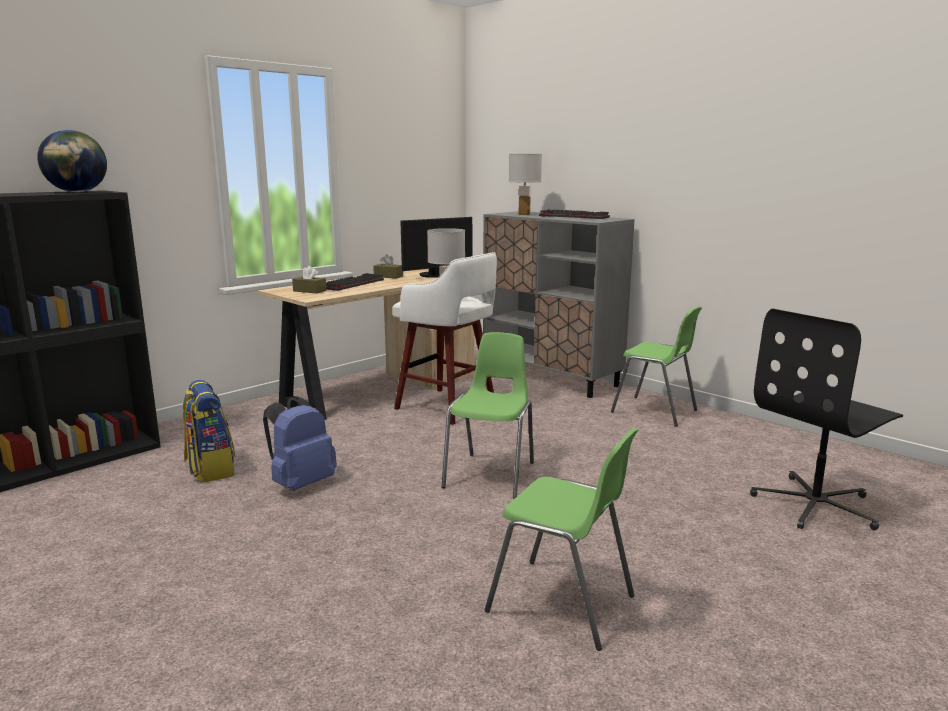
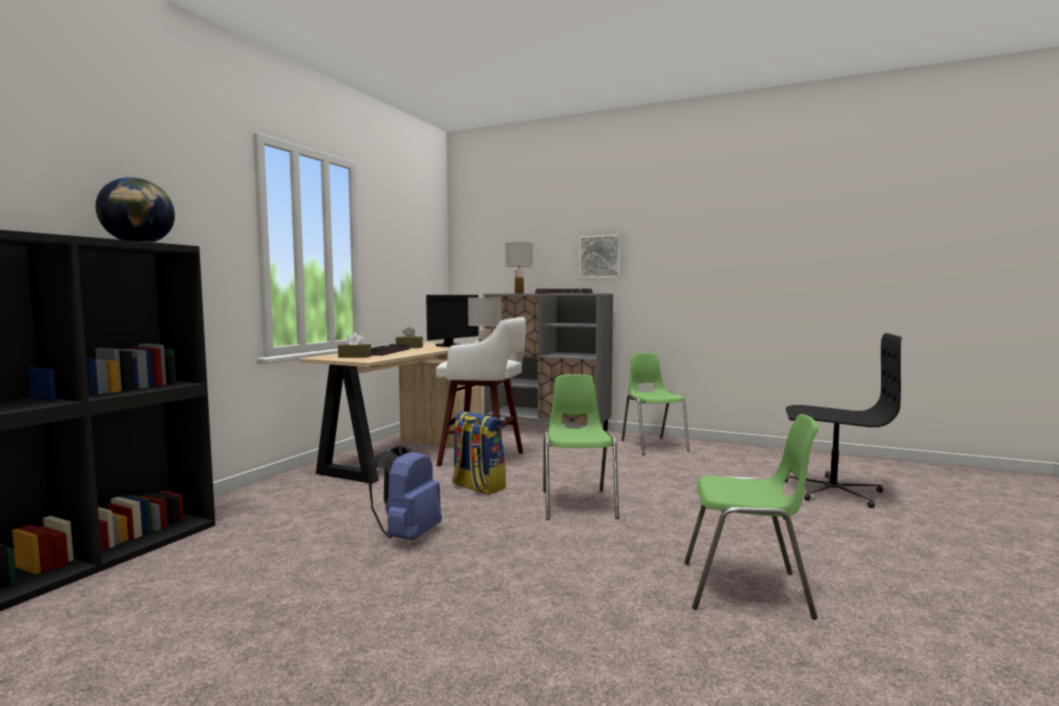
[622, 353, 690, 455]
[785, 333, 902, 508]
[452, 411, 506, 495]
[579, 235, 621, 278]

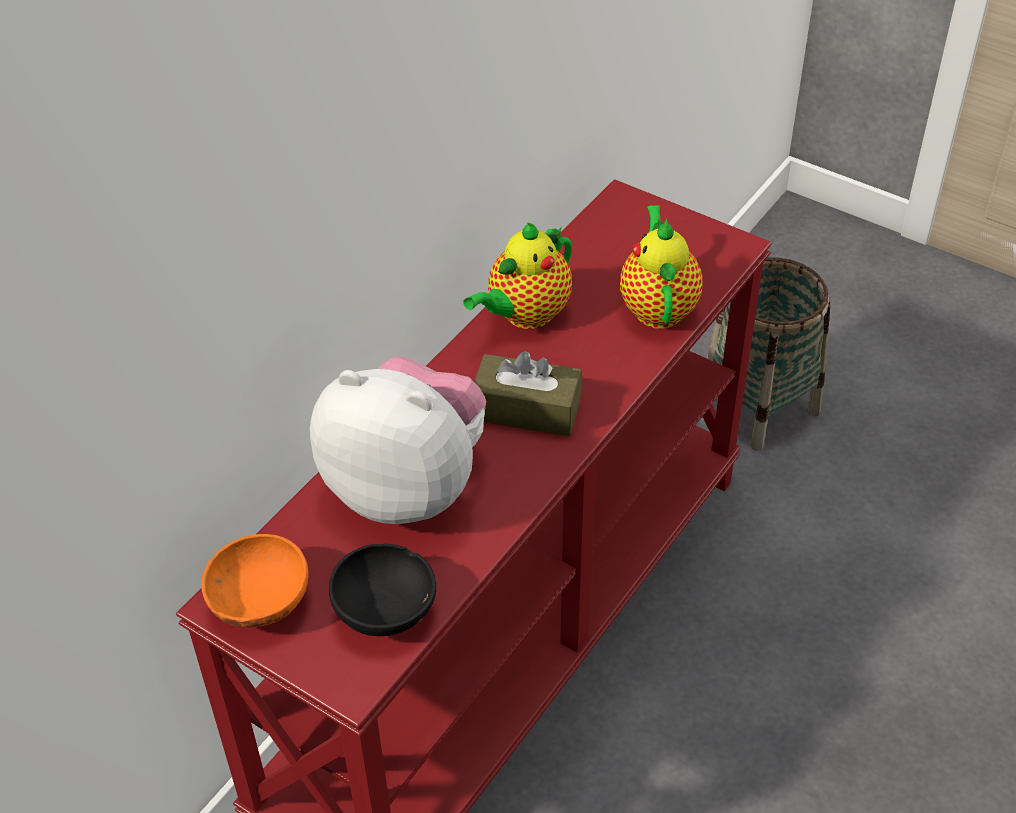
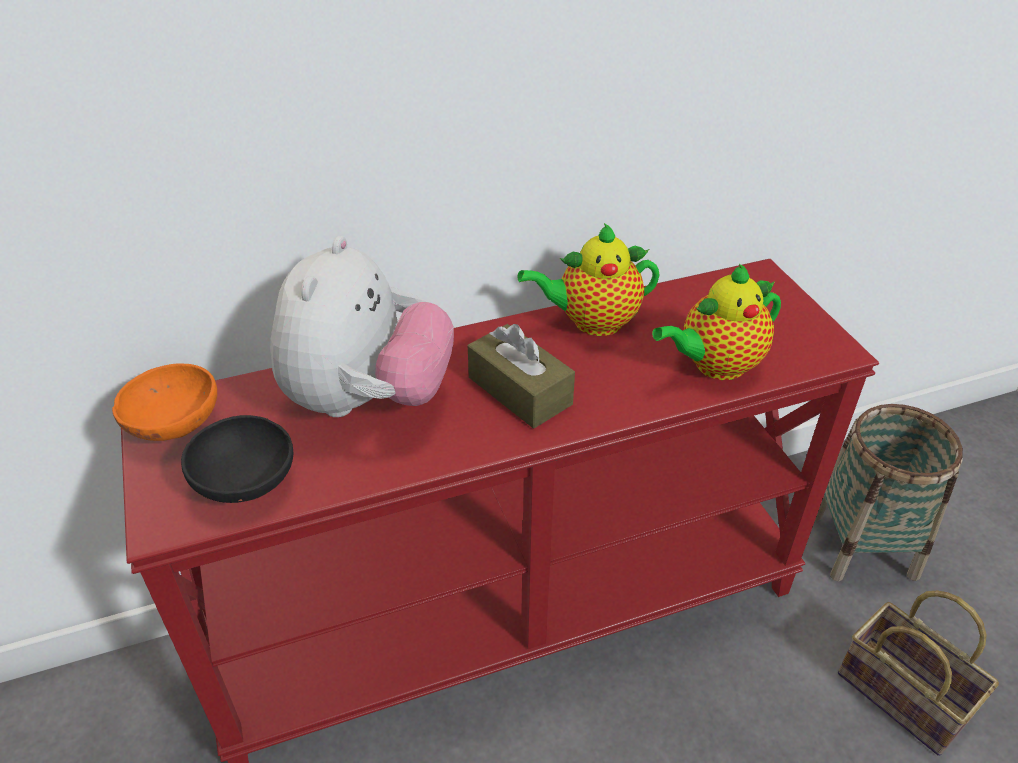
[652, 264, 781, 380]
[270, 236, 454, 417]
[838, 591, 999, 756]

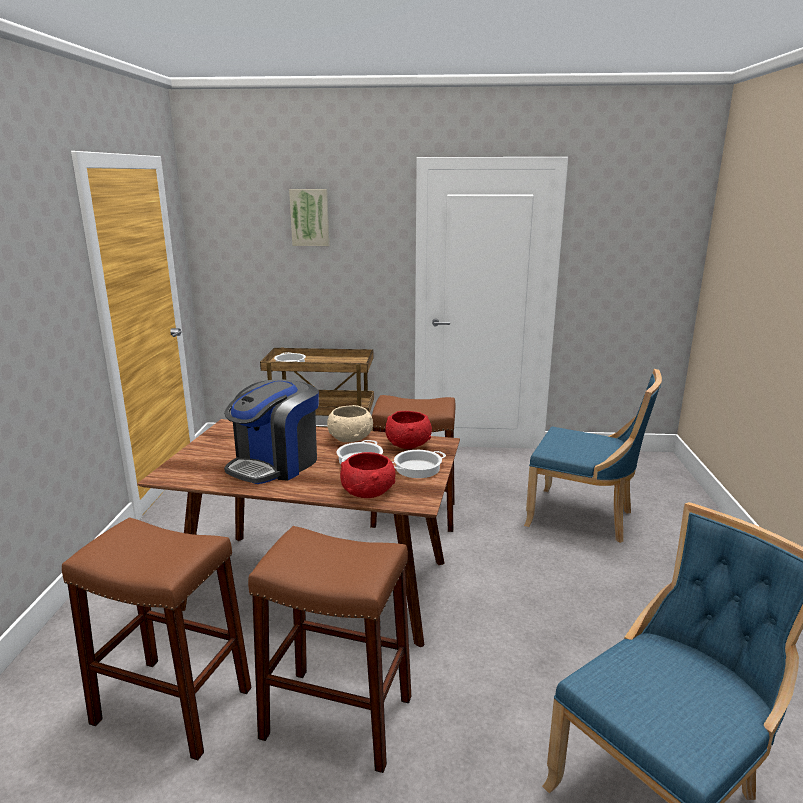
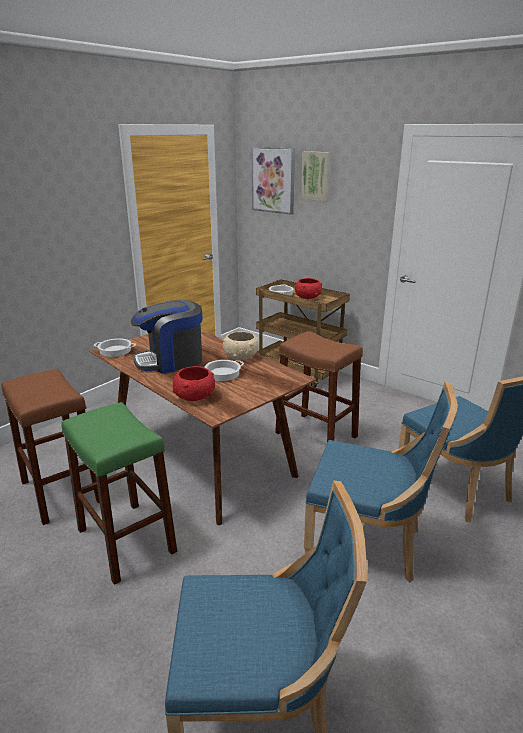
[295, 278, 322, 299]
[94, 338, 136, 357]
[61, 402, 177, 585]
[252, 147, 295, 215]
[304, 382, 458, 582]

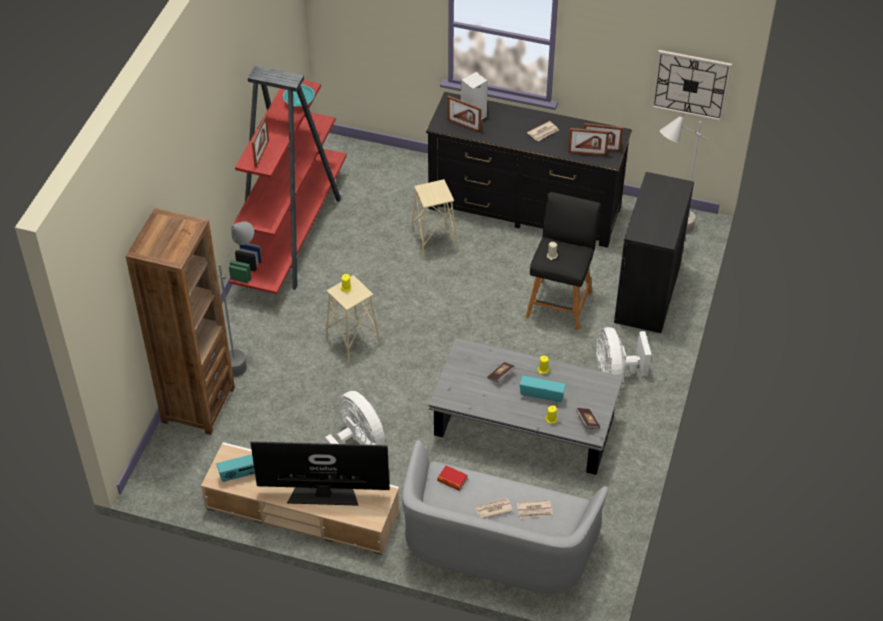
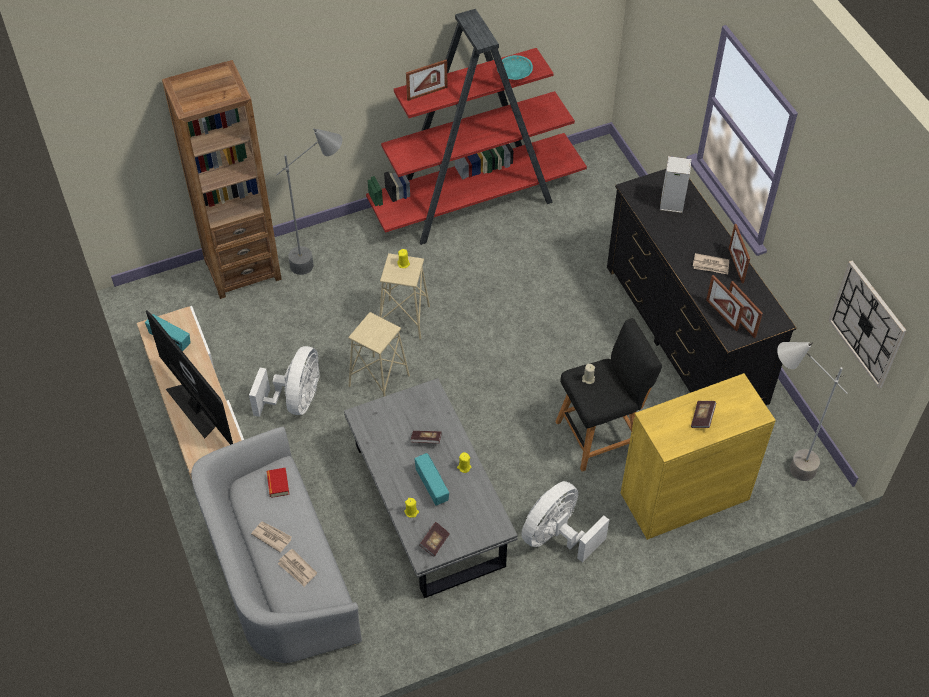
[729, 224, 750, 283]
[621, 373, 776, 540]
[348, 312, 410, 397]
[691, 401, 716, 428]

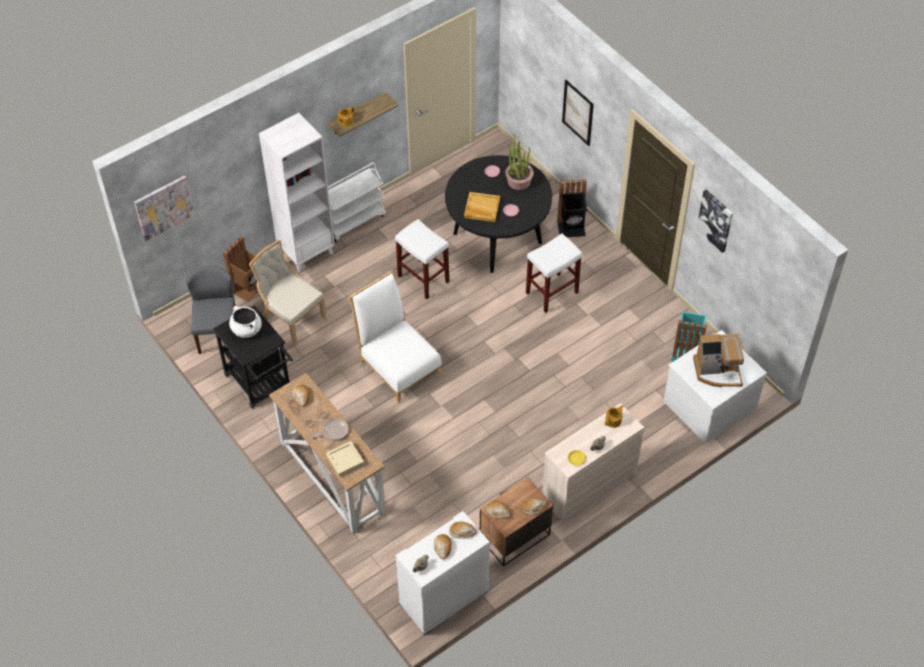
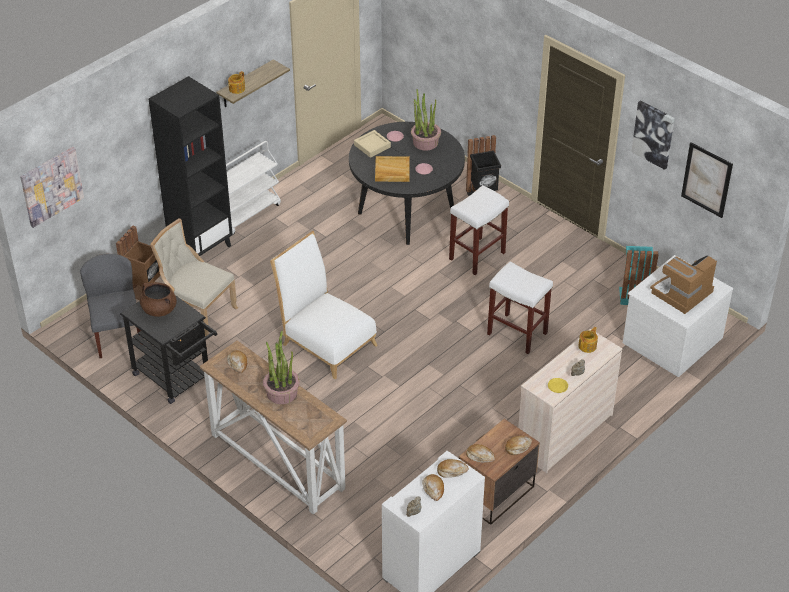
[681, 143, 733, 218]
[149, 76, 233, 256]
[487, 262, 553, 354]
[140, 283, 177, 317]
[650, 255, 717, 314]
[263, 331, 300, 404]
[354, 130, 391, 158]

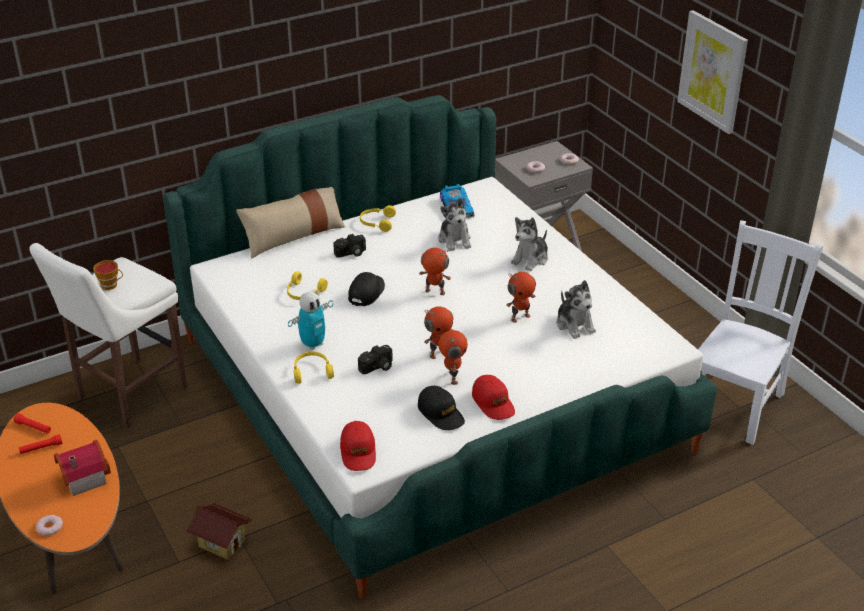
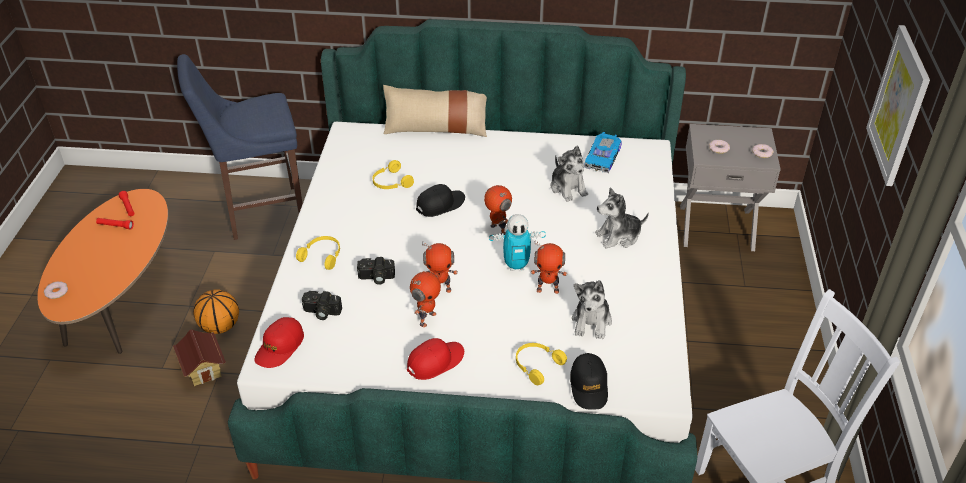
[551, 146, 588, 202]
[516, 343, 567, 385]
[302, 291, 342, 320]
[177, 54, 303, 240]
[93, 260, 123, 290] (first image)
[489, 214, 546, 271]
[407, 338, 464, 380]
[570, 353, 608, 410]
[54, 440, 111, 496] (first image)
[193, 290, 239, 334]

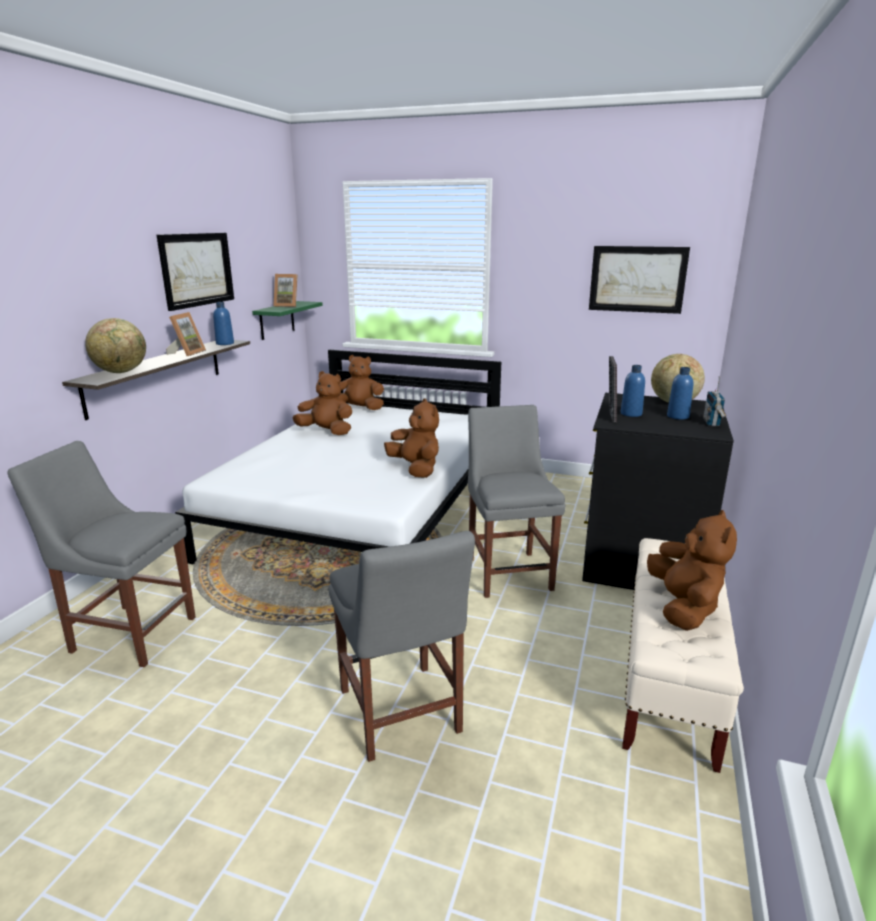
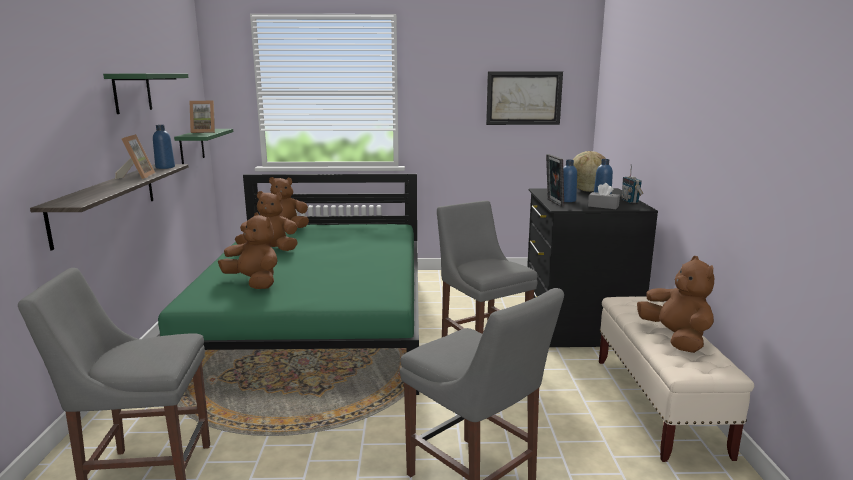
[103, 74, 189, 114]
[85, 318, 146, 373] (first image)
[156, 174, 419, 395]
[218, 212, 278, 289]
[588, 183, 620, 209]

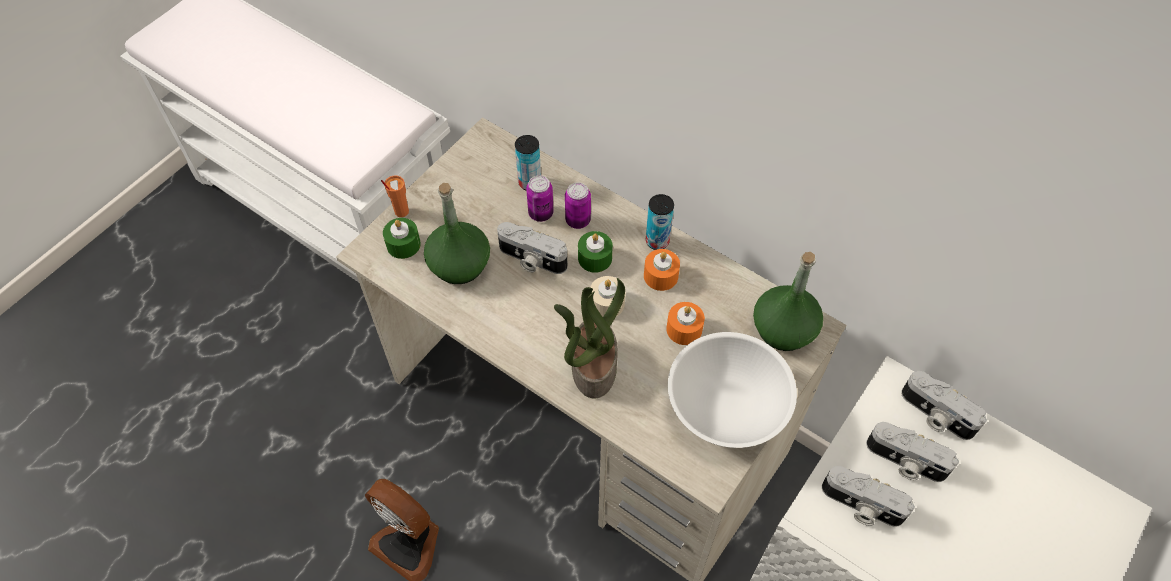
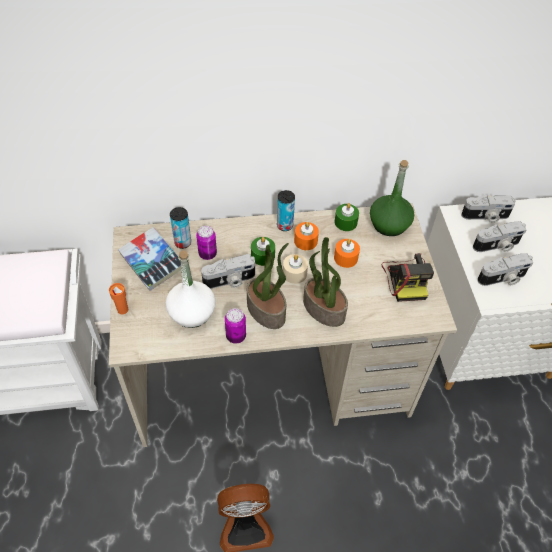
[225, 308, 246, 344]
[165, 250, 216, 328]
[334, 203, 359, 231]
[382, 253, 434, 302]
[118, 227, 181, 291]
[247, 243, 289, 329]

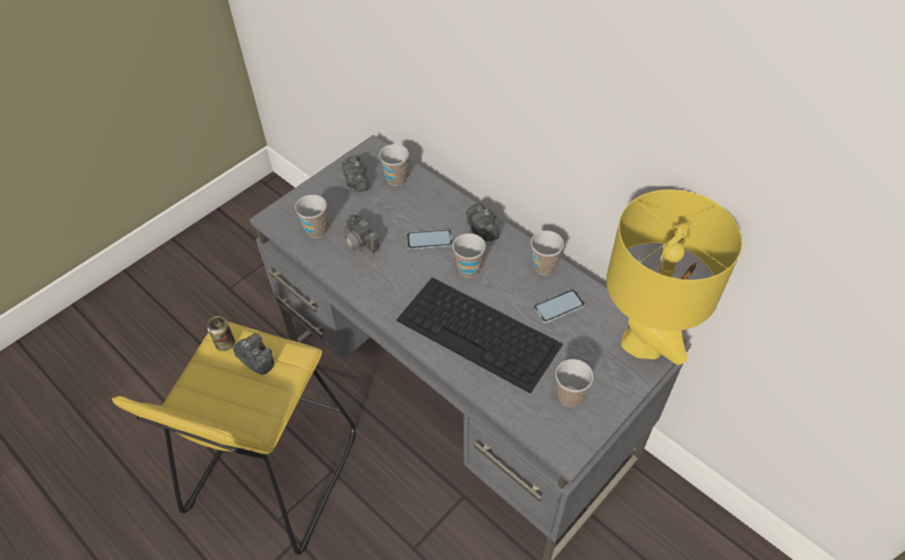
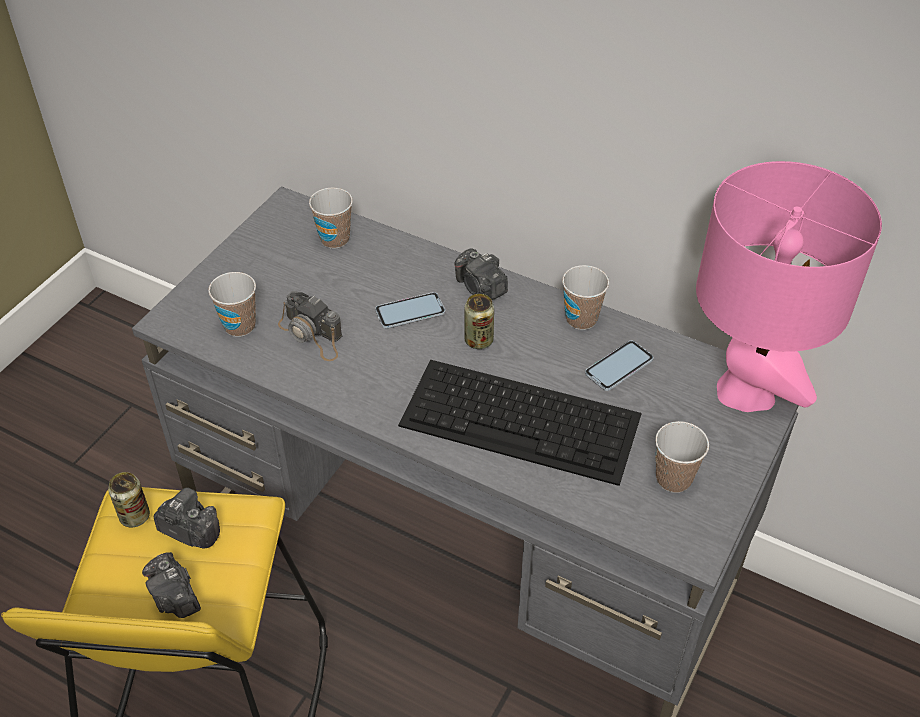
[142, 552, 201, 618]
[696, 161, 882, 412]
[465, 294, 494, 349]

